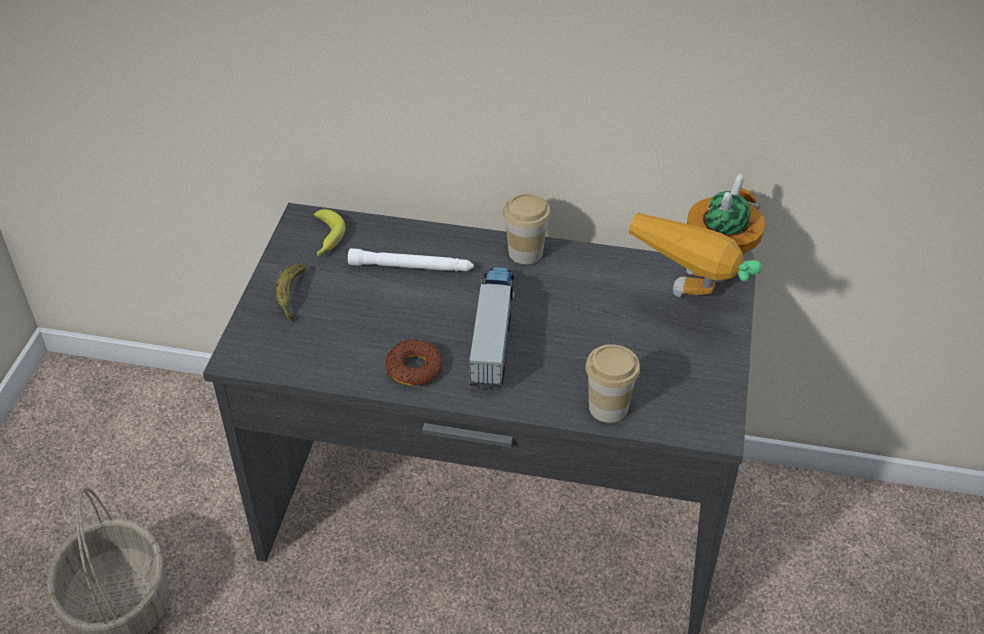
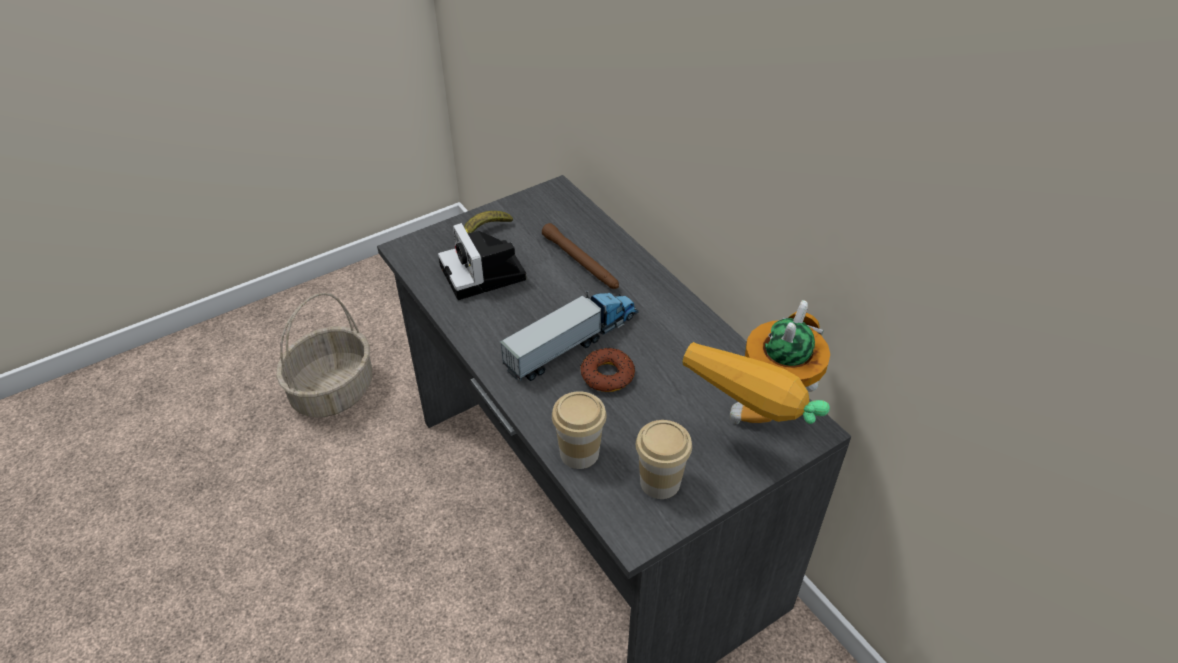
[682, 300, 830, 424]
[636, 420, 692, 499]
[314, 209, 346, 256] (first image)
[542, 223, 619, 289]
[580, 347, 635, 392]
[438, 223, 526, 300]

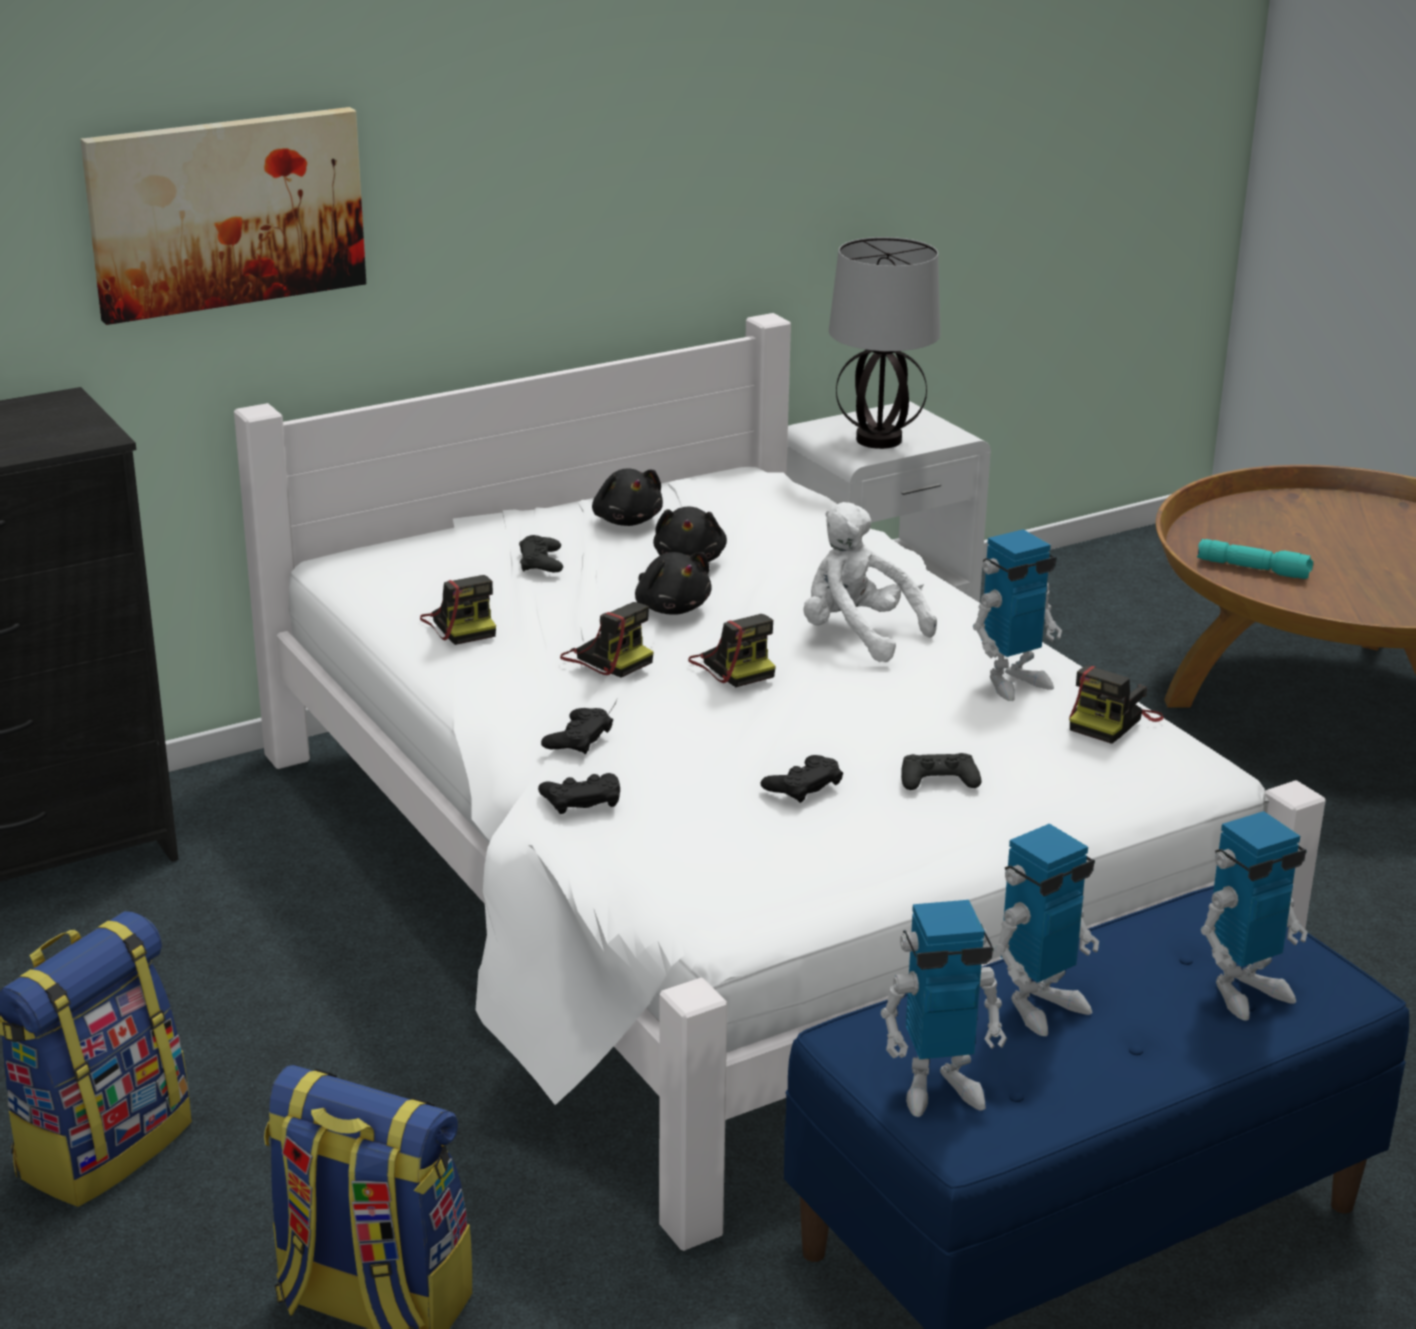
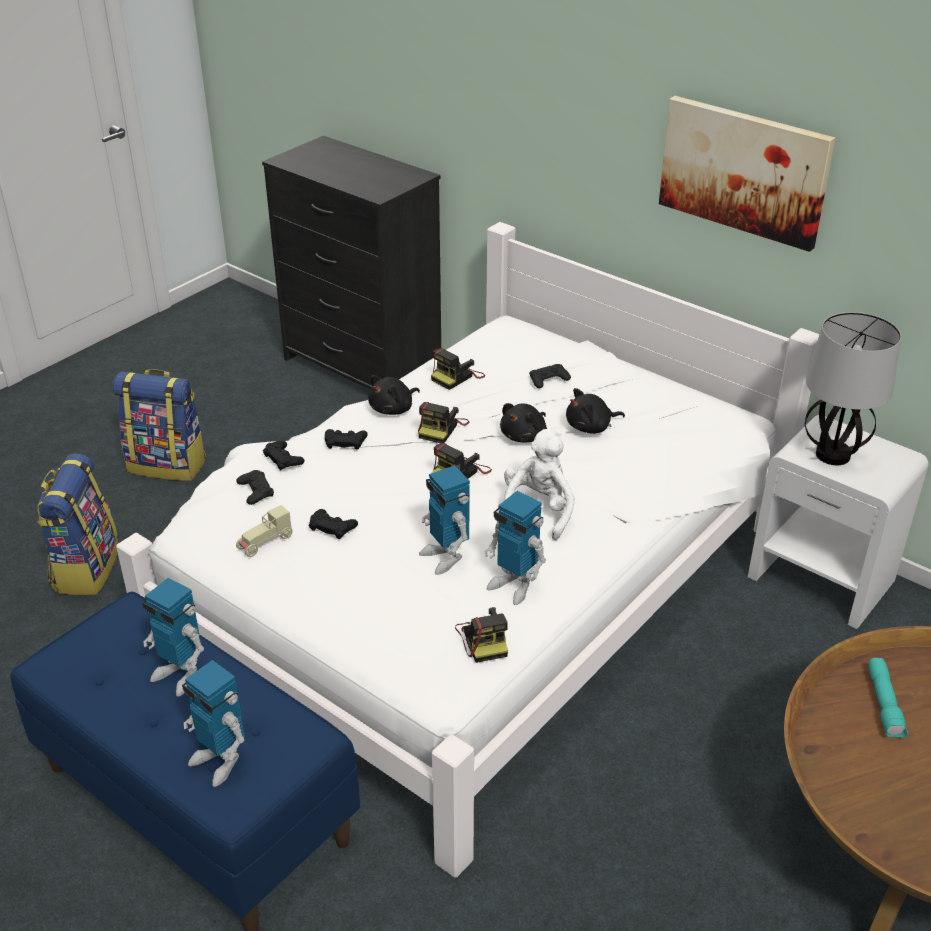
[659, 96, 836, 252]
[368, 375, 420, 415]
[455, 607, 508, 663]
[236, 470, 274, 505]
[419, 465, 470, 575]
[236, 505, 293, 557]

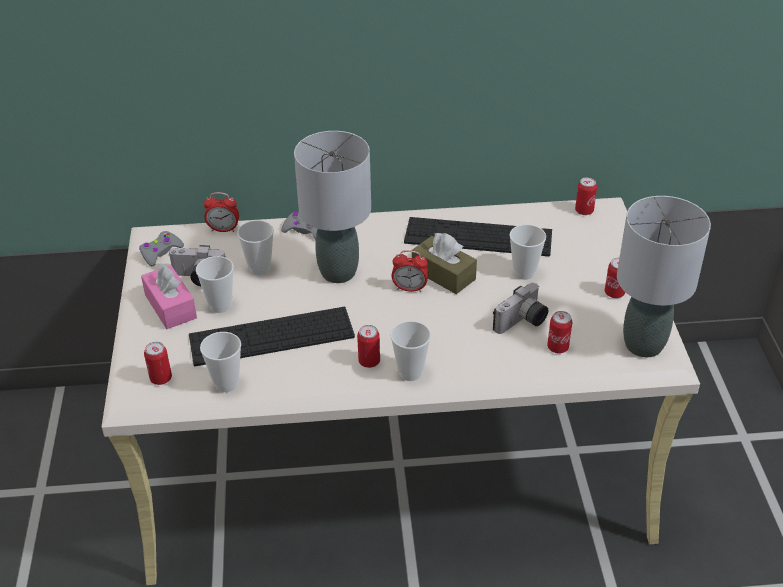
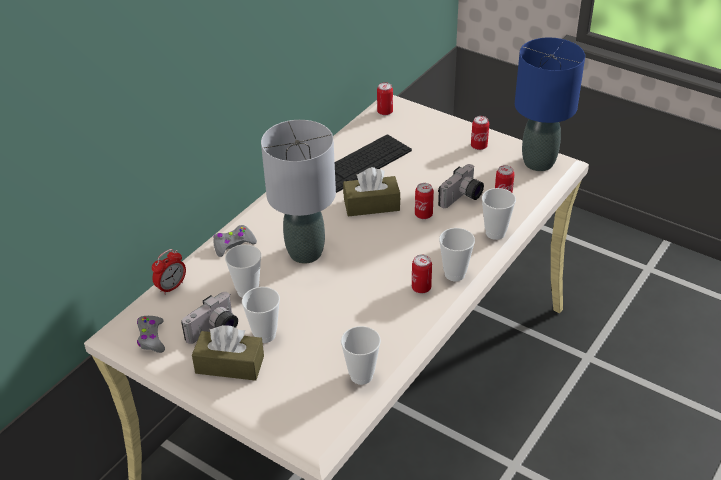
[515, 38, 585, 171]
[482, 188, 516, 240]
[391, 250, 428, 292] (first image)
[192, 325, 264, 381]
[438, 164, 484, 208]
[189, 307, 355, 366] (first image)
[415, 183, 434, 219]

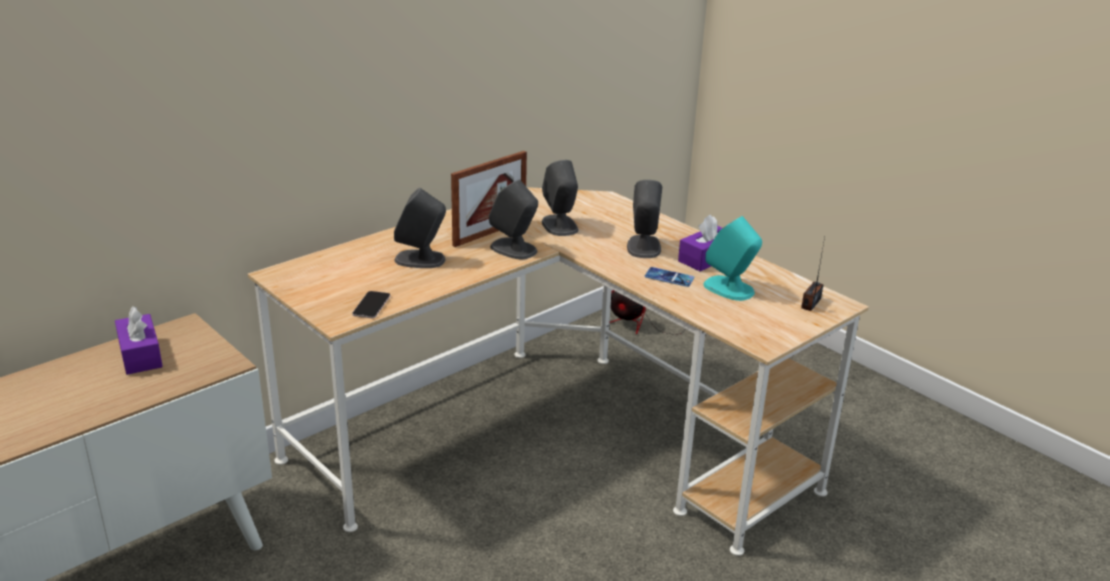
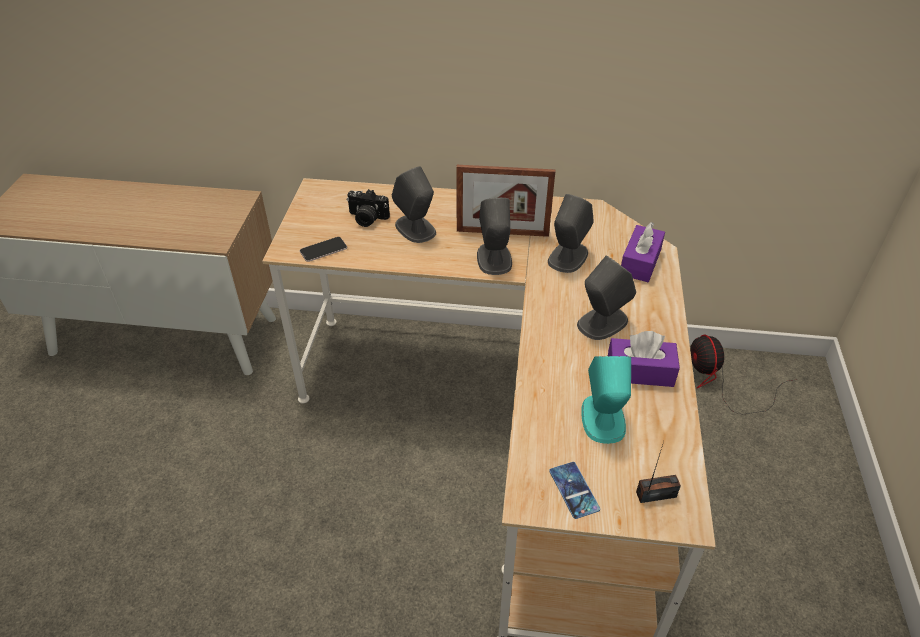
[549, 462, 600, 519]
[621, 222, 665, 282]
[347, 189, 390, 227]

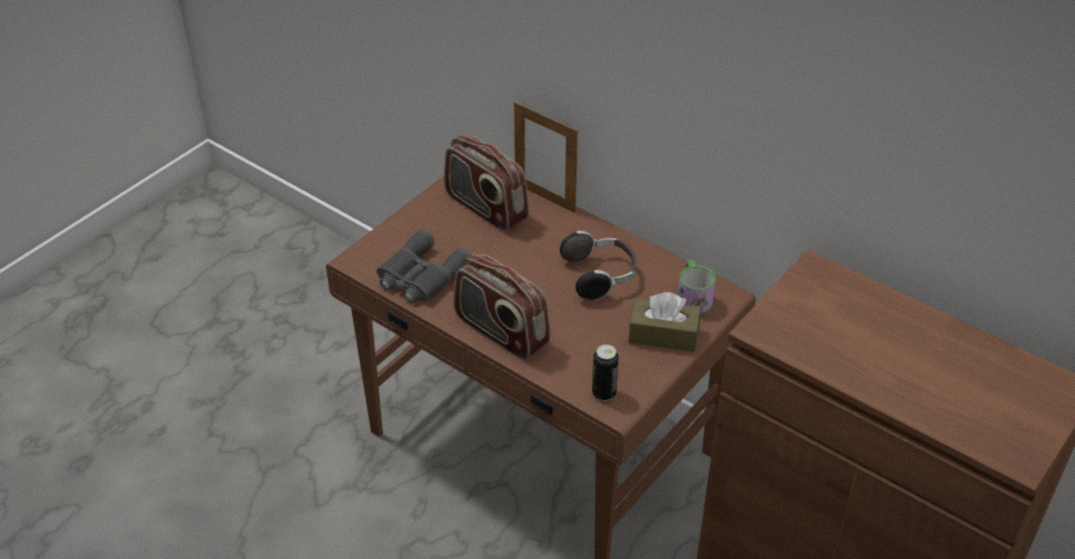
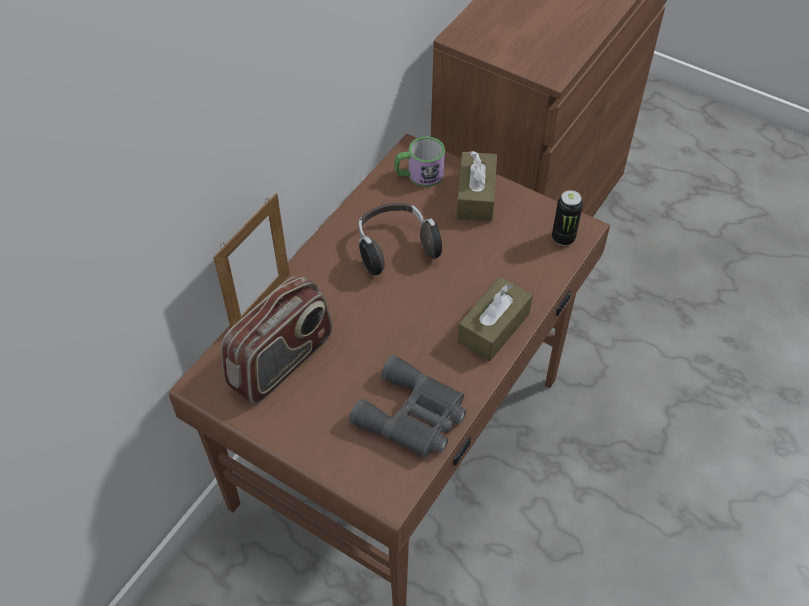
[457, 277, 533, 361]

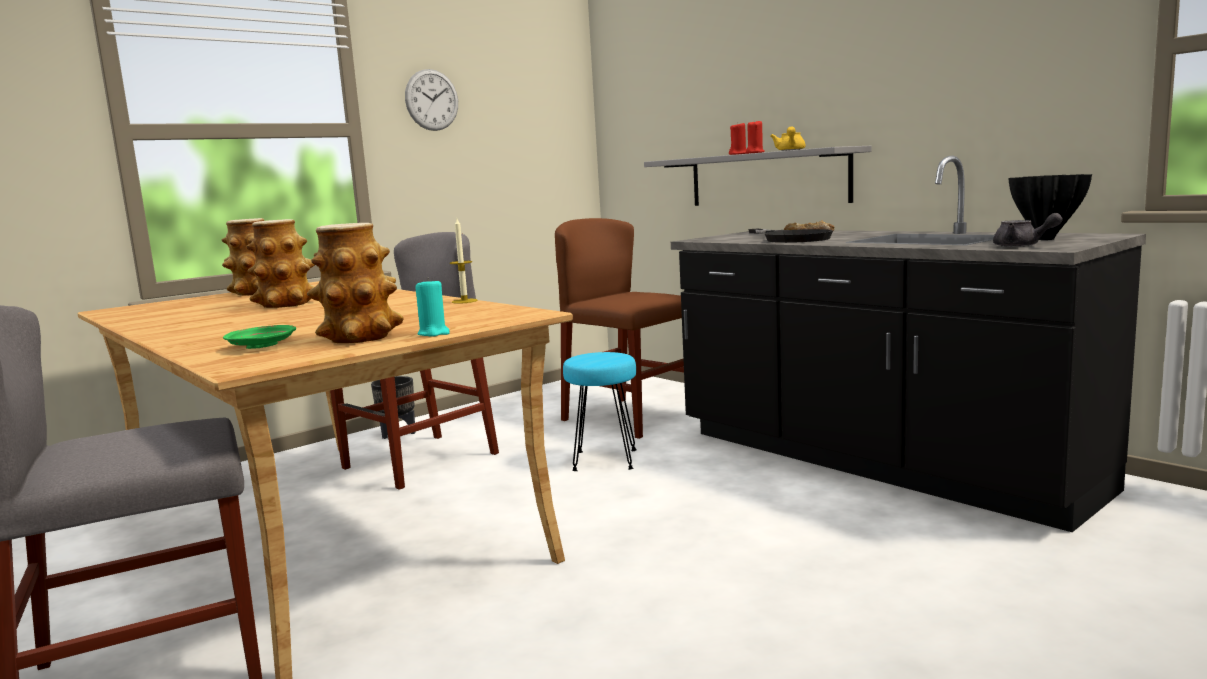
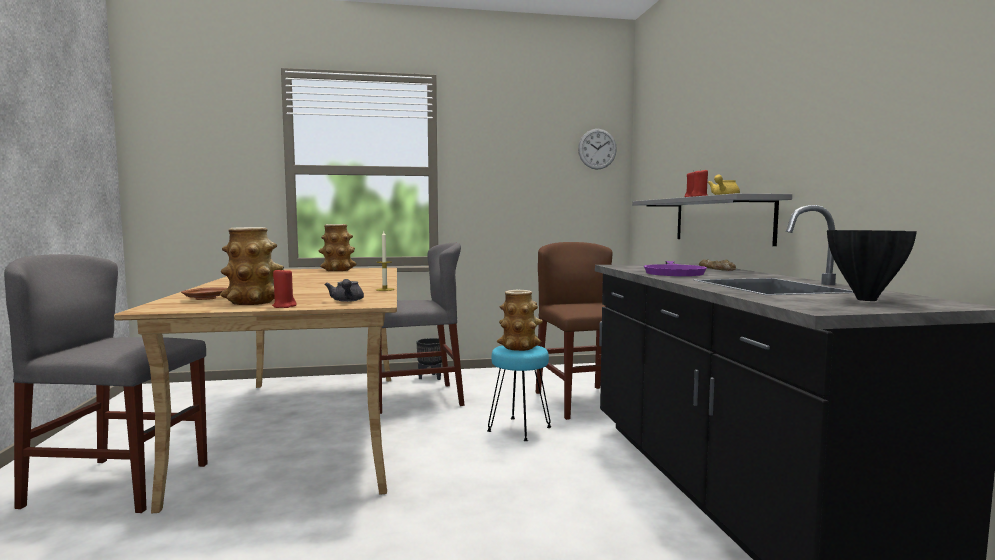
[578, 129, 617, 170]
[325, 279, 364, 302]
[497, 290, 543, 351]
[644, 261, 707, 276]
[272, 267, 297, 308]
[181, 287, 227, 300]

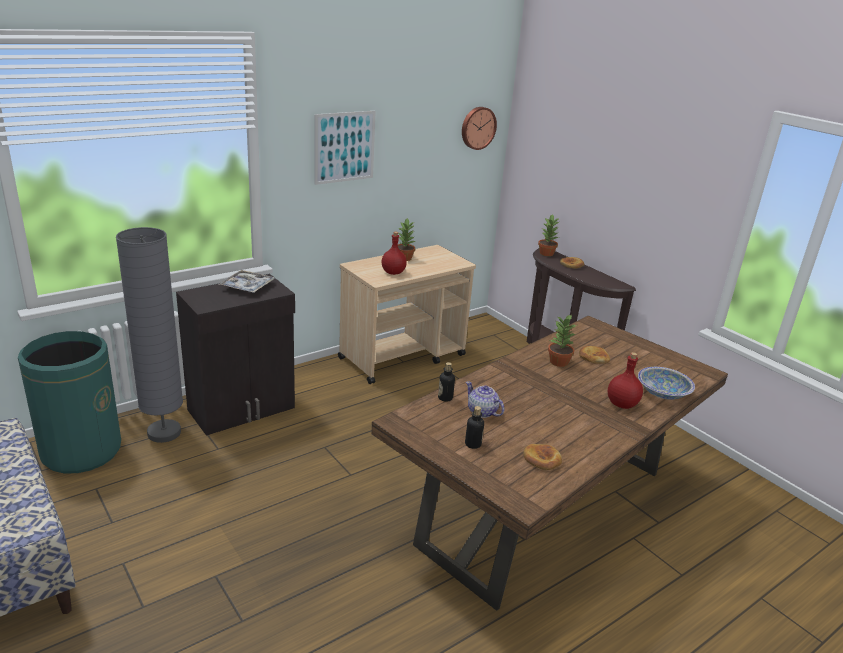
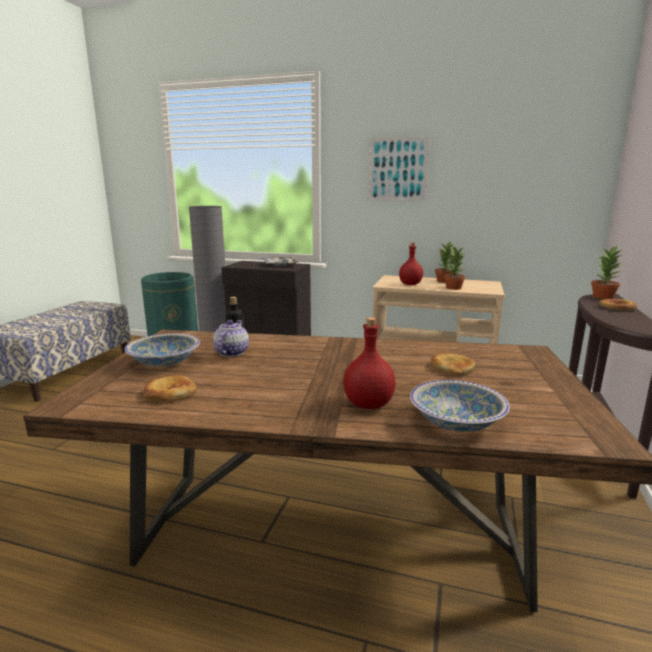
[462, 107, 497, 150] (first image)
[444, 247, 466, 290]
[125, 333, 200, 366]

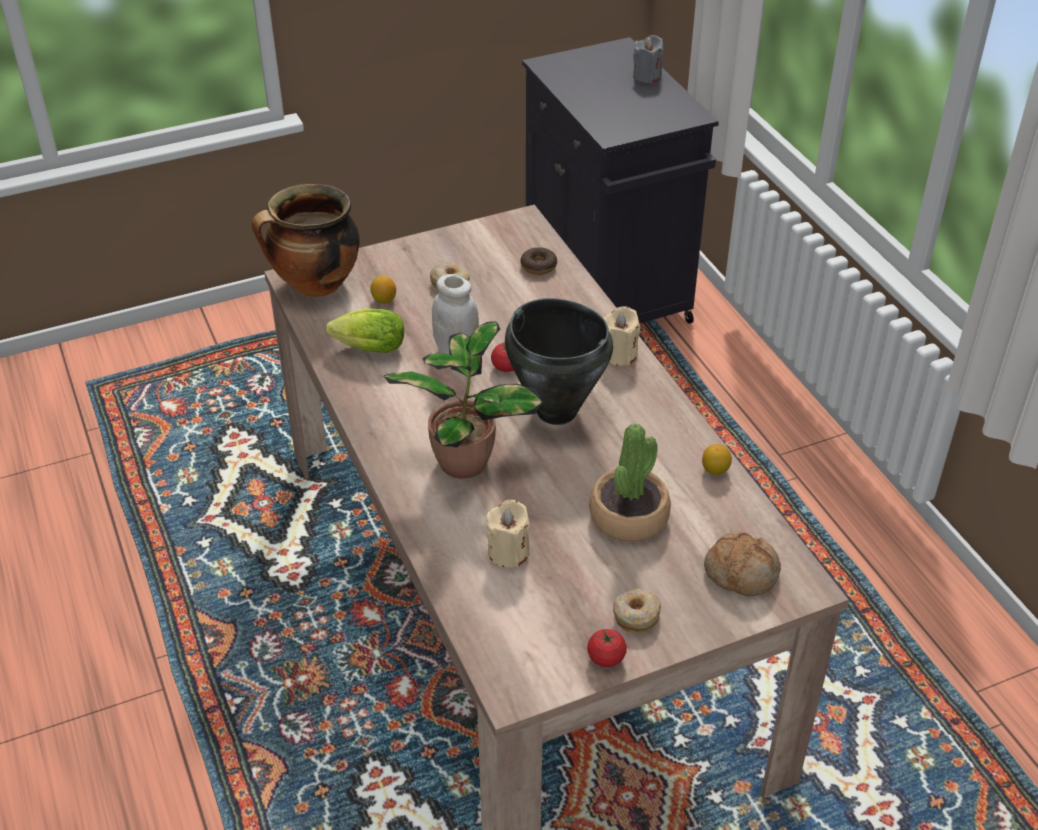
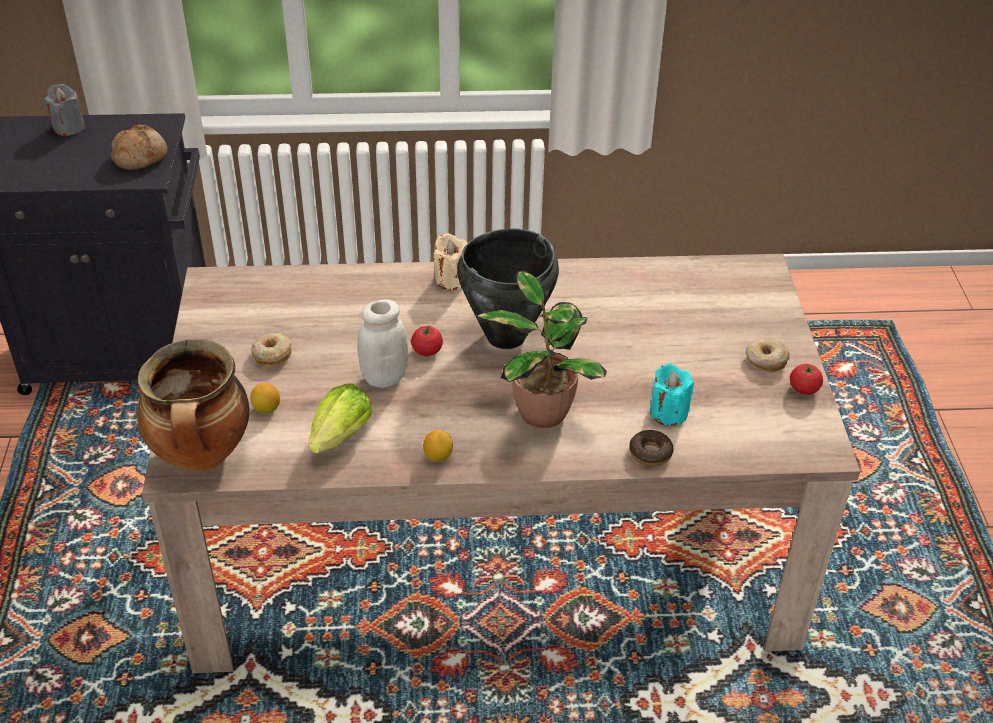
[629, 430, 673, 466]
[589, 424, 671, 542] (first image)
[423, 430, 453, 461]
[650, 363, 694, 426]
[111, 125, 168, 170]

